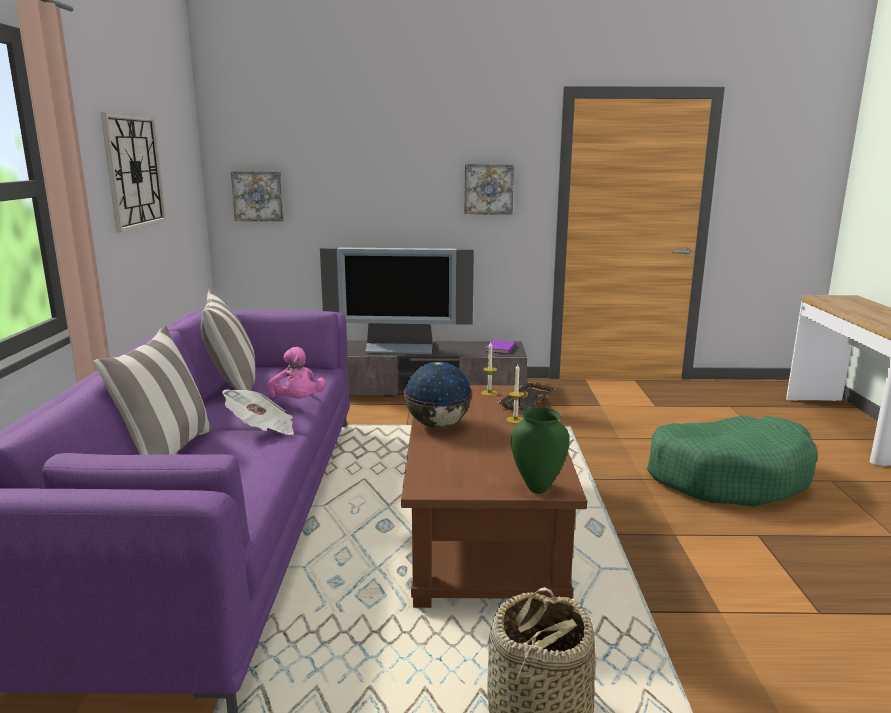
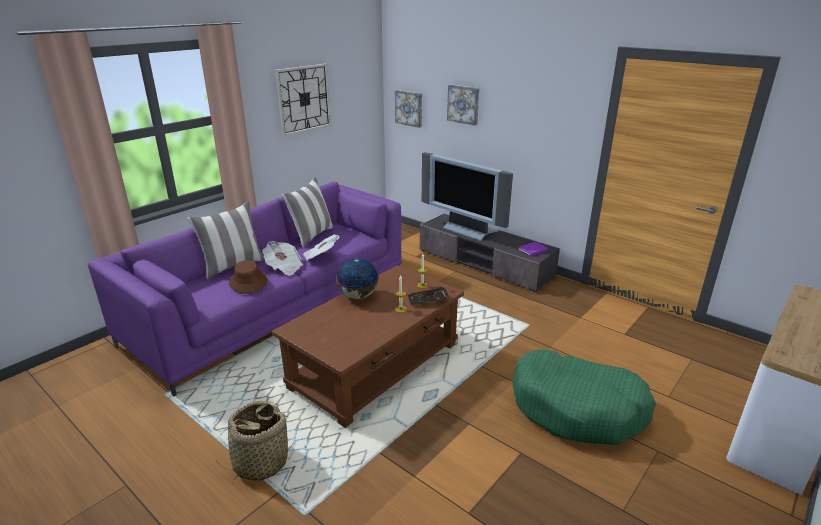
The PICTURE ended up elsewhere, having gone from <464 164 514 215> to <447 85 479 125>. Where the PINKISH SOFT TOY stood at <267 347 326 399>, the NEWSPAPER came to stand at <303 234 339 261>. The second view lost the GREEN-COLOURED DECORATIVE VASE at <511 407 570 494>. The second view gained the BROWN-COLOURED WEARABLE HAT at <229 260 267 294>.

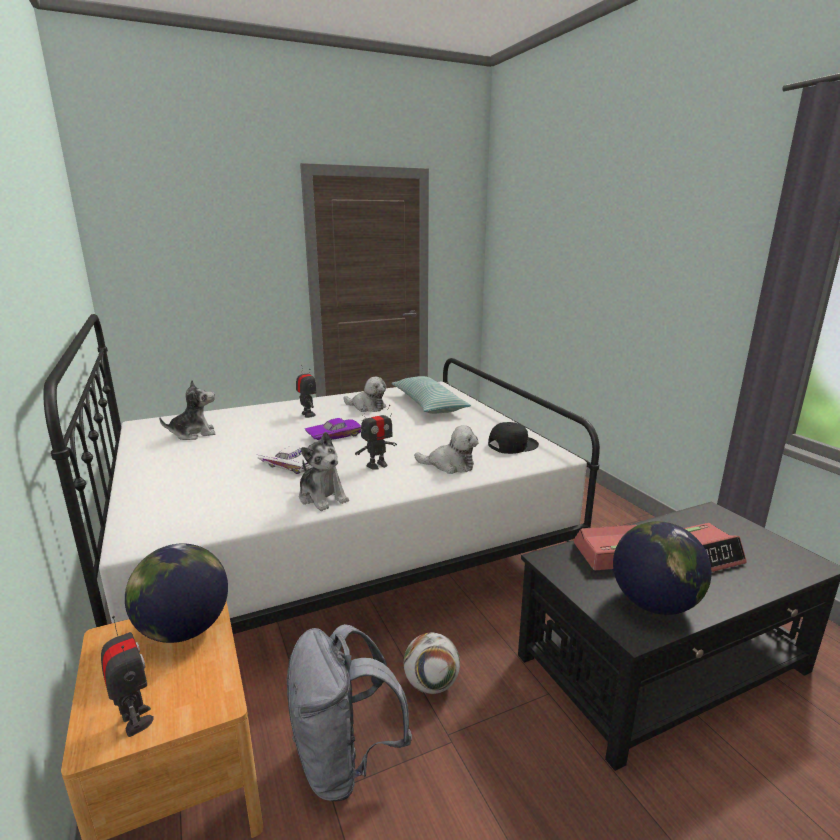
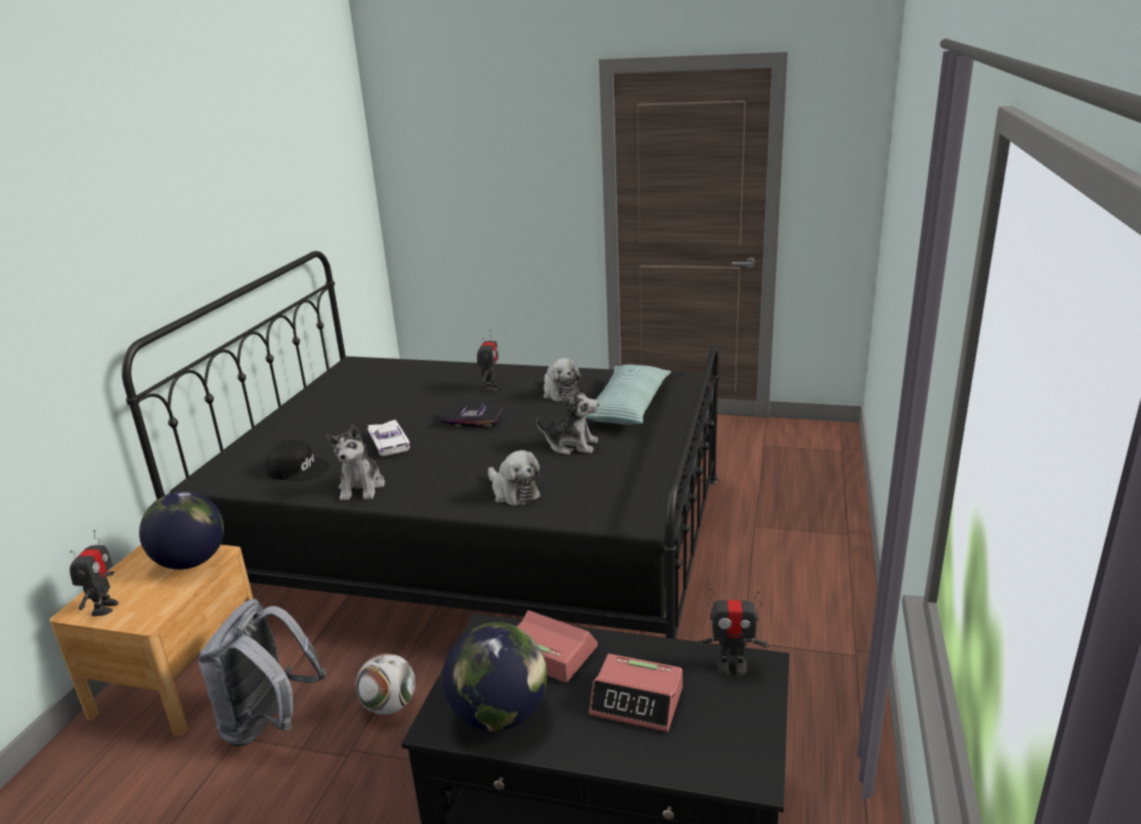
What was the WHITISH BEDROOM BED at <43 314 600 634> turned into the BLACKISH BEDROOM BED at <122 251 719 639>. The SOFT TOY ended up elsewhere, having gone from <159 380 215 440> to <536 381 599 455>. The MODEL ROBOT ended up elsewhere, having gone from <355 405 397 470> to <697 588 769 676>. What was the PURPLISH MINIATURE CAR at <304 418 361 440> turned into the BLACKISH MINIATURE CAR at <439 402 503 428>. The BLACKISH PEAKED CAP ended up elsewhere, having gone from <488 422 539 454> to <266 439 330 481>.

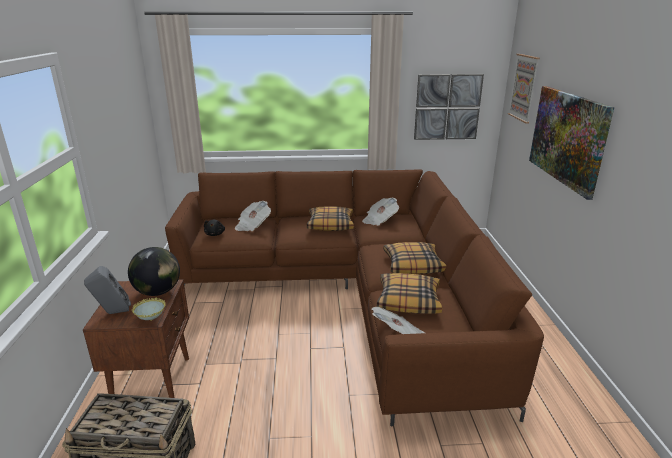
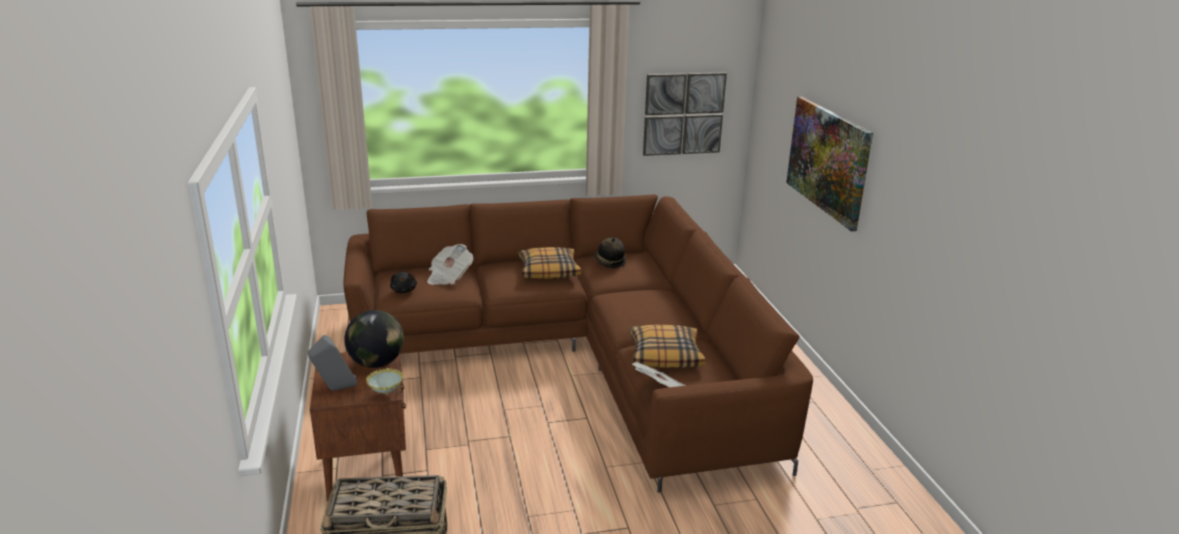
The second view lost the PICTURE at <508 54 540 123>. Where the NEWSPAPER stood at <362 198 399 226>, the WEARABLE HAT came to stand at <594 237 626 268>. The second view lost the PILLOW at <383 242 446 274>.

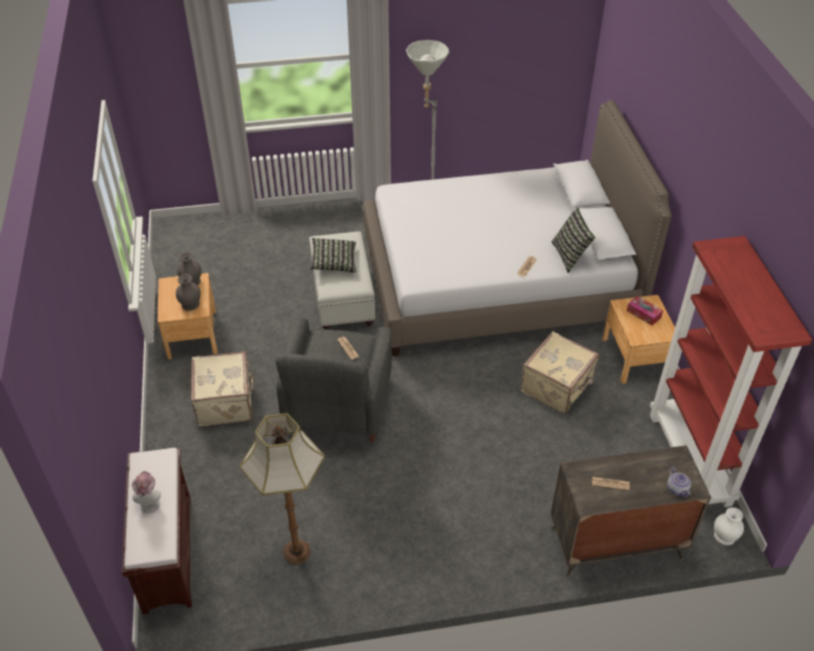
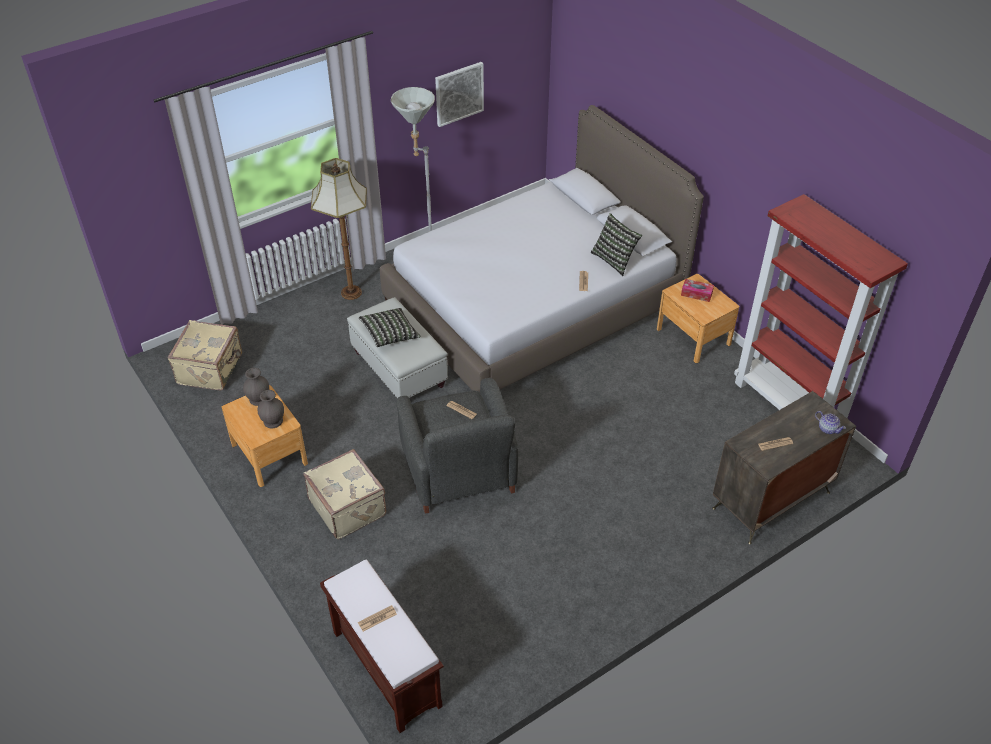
The BEIGE PIECE OF LUGGAGE ended up elsewhere, having gone from <521 331 599 413> to <168 320 242 391>. The STANDARD LAMP ended up elsewhere, having gone from <240 413 325 564> to <311 158 367 300>. Where the WEARABLE HAT stood at <132 471 161 513>, the NEWSPAPER came to stand at <358 605 397 632>. The second view lost the WHITISH DECORATIVE VASE at <714 507 744 545>. The second view gained the PICTURE at <435 62 484 127>.

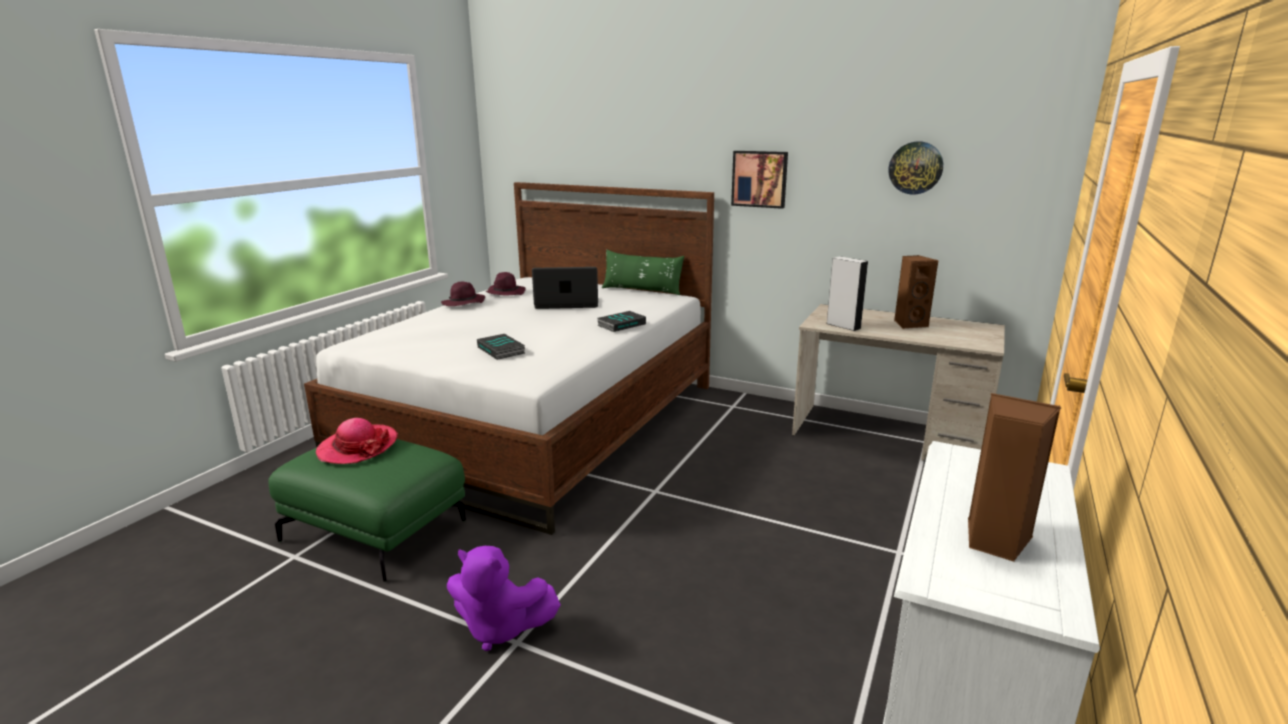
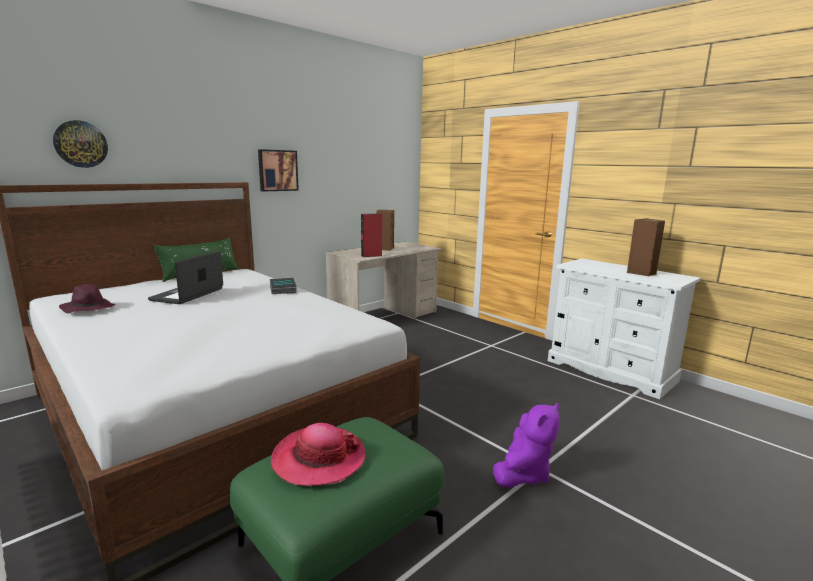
The CLOCK ON THE WALL ended up elsewhere, having gone from <889 141 943 195> to <53 120 108 168>. What was the GRAY SPEAKER at <827 256 868 331> turned into the REDDISH SPEAKER at <361 214 382 257>. The second view lost the PURPLISH WEARABLE HAT at <441 281 485 306>. The second view lost the BOUND BOOK at <477 334 525 360>.

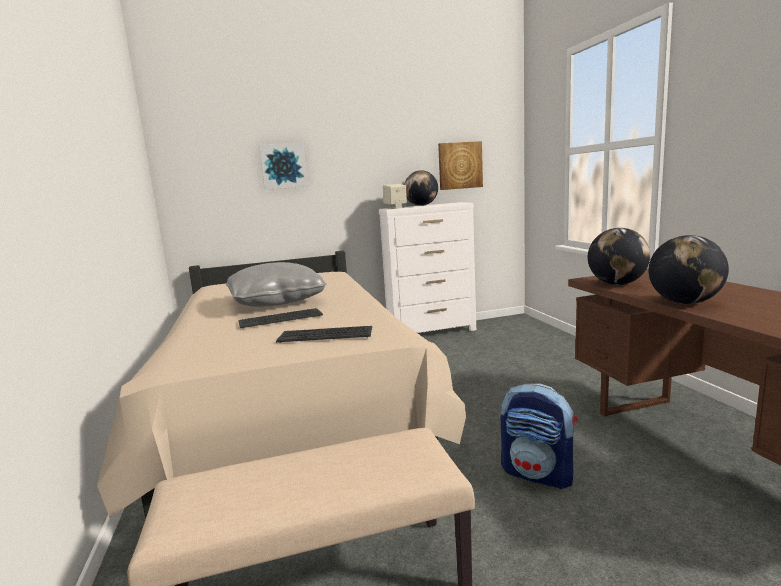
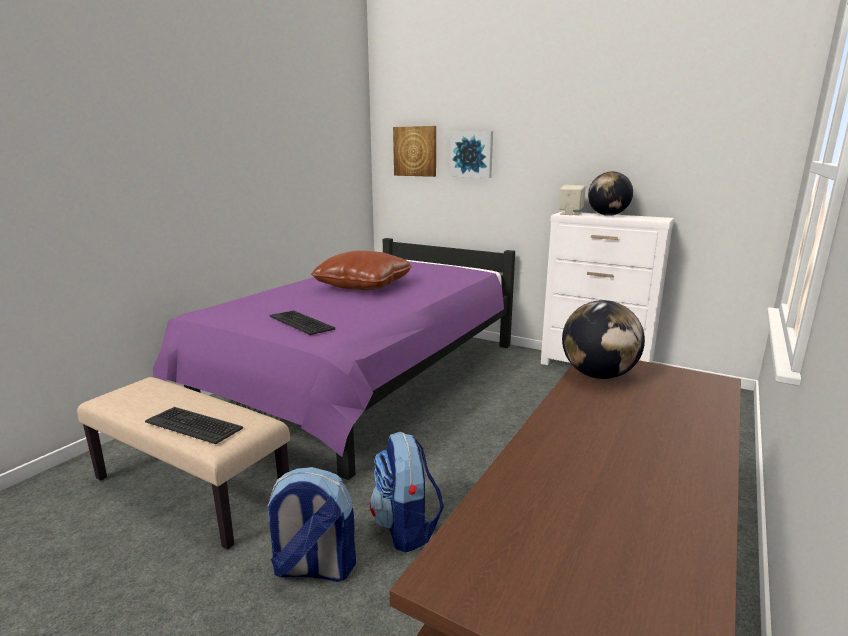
The PICTURE ended up elsewhere, having gone from <438 141 483 190> to <393 126 436 177>. The second view lost the WORLD GLOBE at <648 235 729 304>. What was the BEIGE BEDROOM BED at <97 251 466 518> turned into the PURPLISH BEDROOM BED at <153 238 515 480>. What was the GRAY PILLOW at <226 262 326 307> turned into the BROWN-COLOURED PILLOW at <311 250 412 290>. The COMPUTER KEYBOARD ended up elsewhere, having gone from <238 308 323 328> to <145 407 243 444>. The second view gained the BACKPACK at <265 467 356 582>.

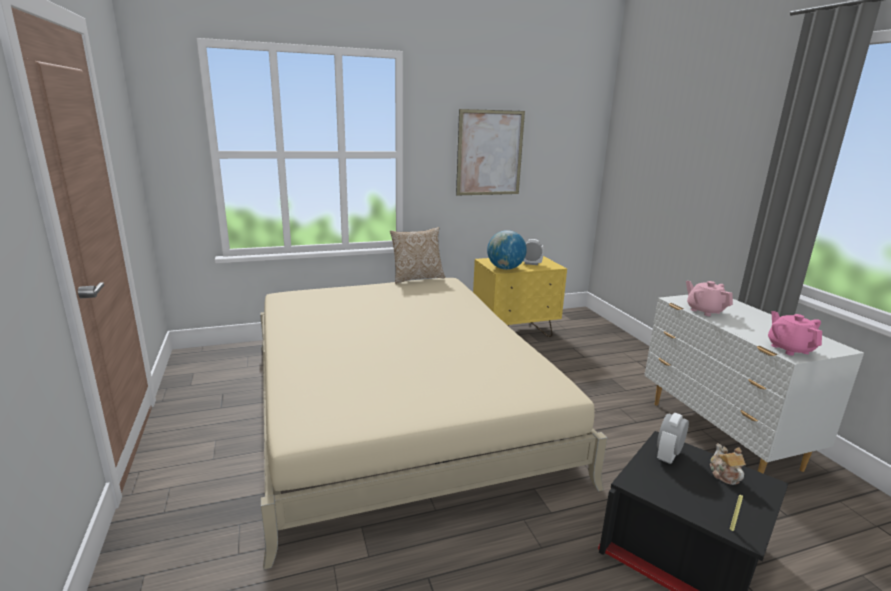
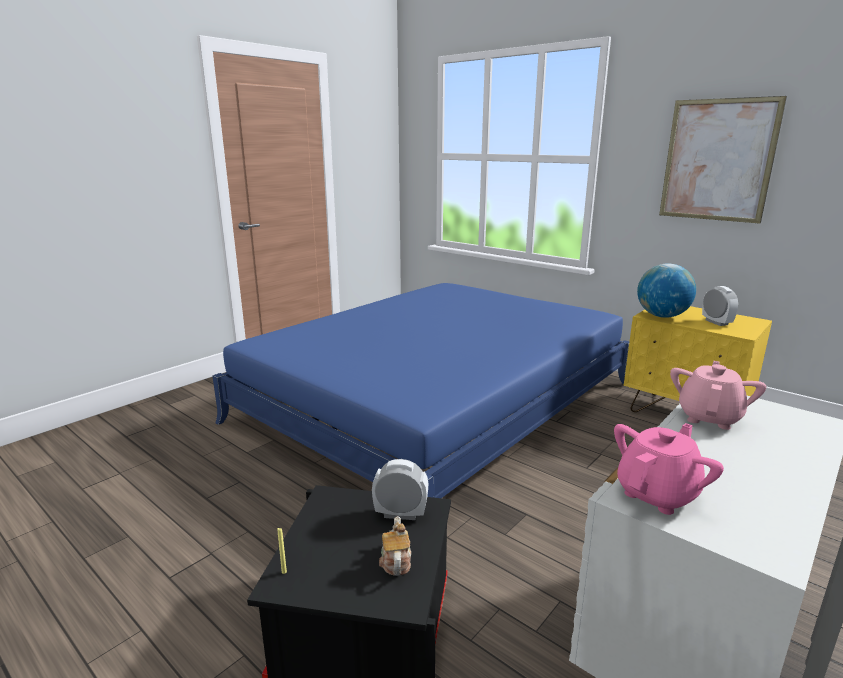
The second view lost the PILLOW at <390 227 445 284>. What was the BEIGE BEDROOM BED at <260 278 607 570> turned into the BLUISH BEDROOM BED at <212 283 629 498>. The TEA POT at <710 444 746 485> ended up facing another way, 60 degrees counterclockwise from before.

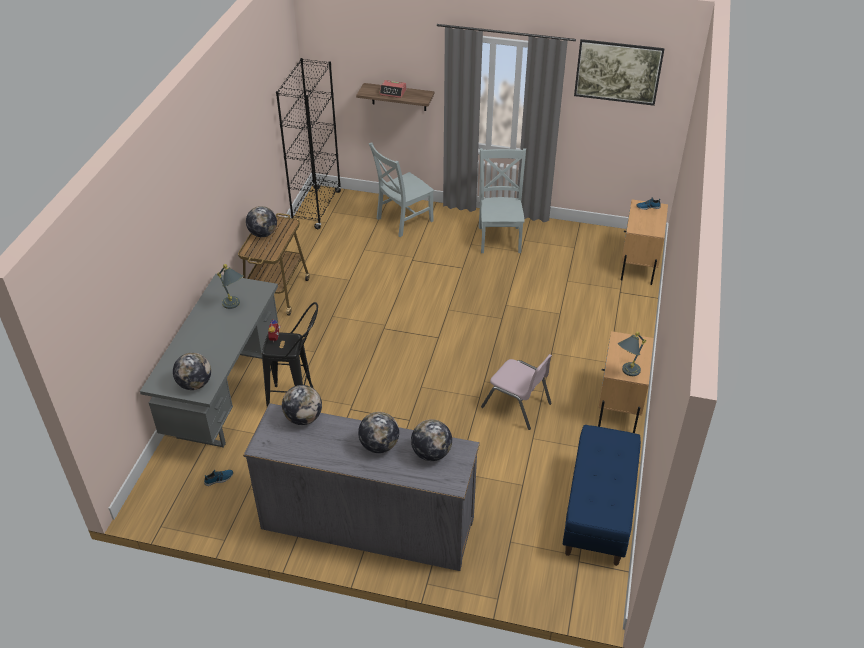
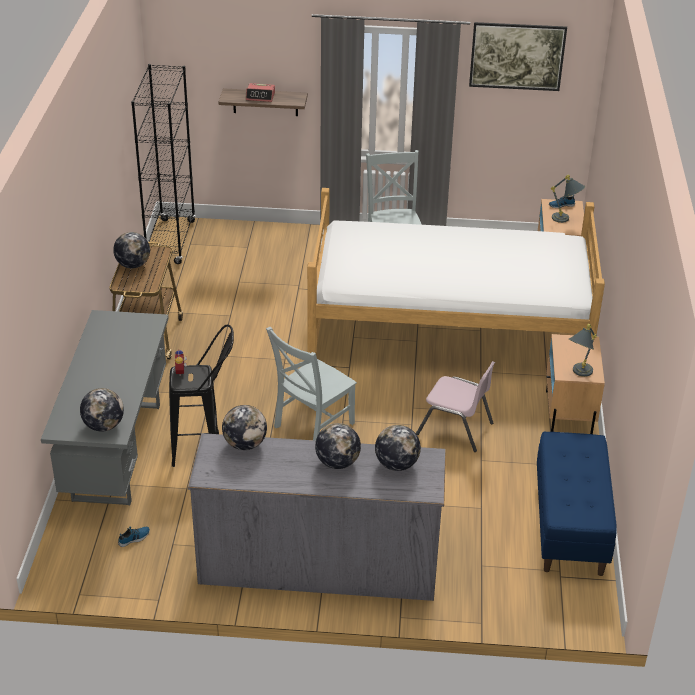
The GRAY PLAIN CHAIR ended up elsewhere, having gone from <369 142 434 237> to <266 327 357 441>. The GRAY TABLE LAMP ended up elsewhere, having gone from <217 264 244 309> to <551 175 586 223>. The second view gained the BEDROOM BED at <307 188 605 356>.

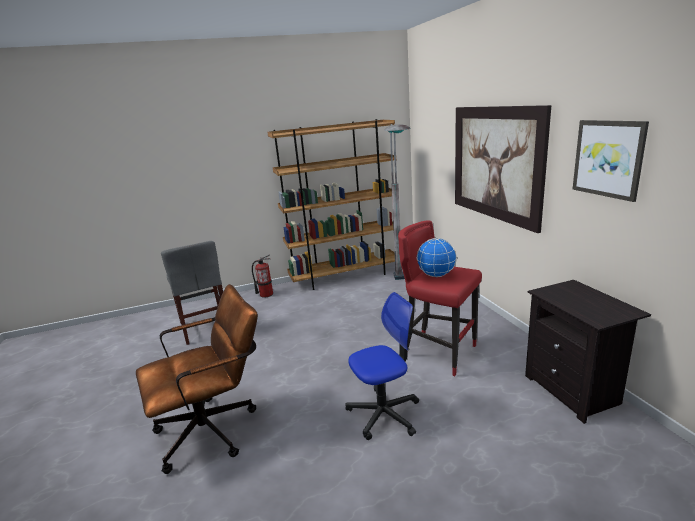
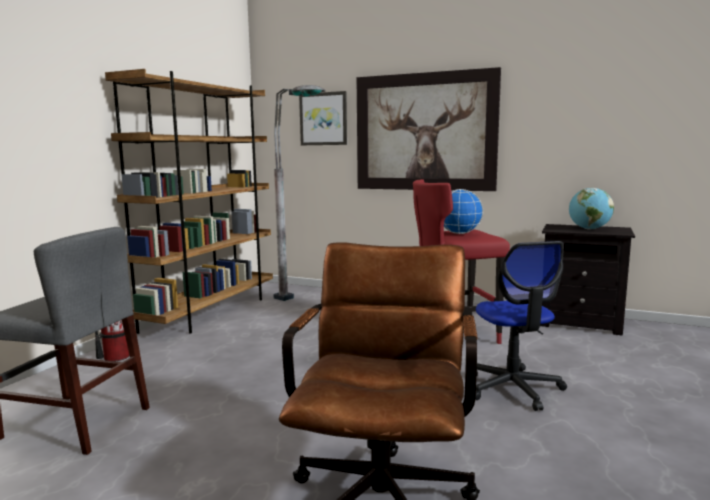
The PICTURE ended up elsewhere, having gone from <573 120 649 202> to <299 91 347 145>. The COMPUTER CHAIR at <345 292 419 440> ended up facing another way, 150 degrees clockwise from before. The second view gained the WORLD GLOBE at <569 188 614 229>.

